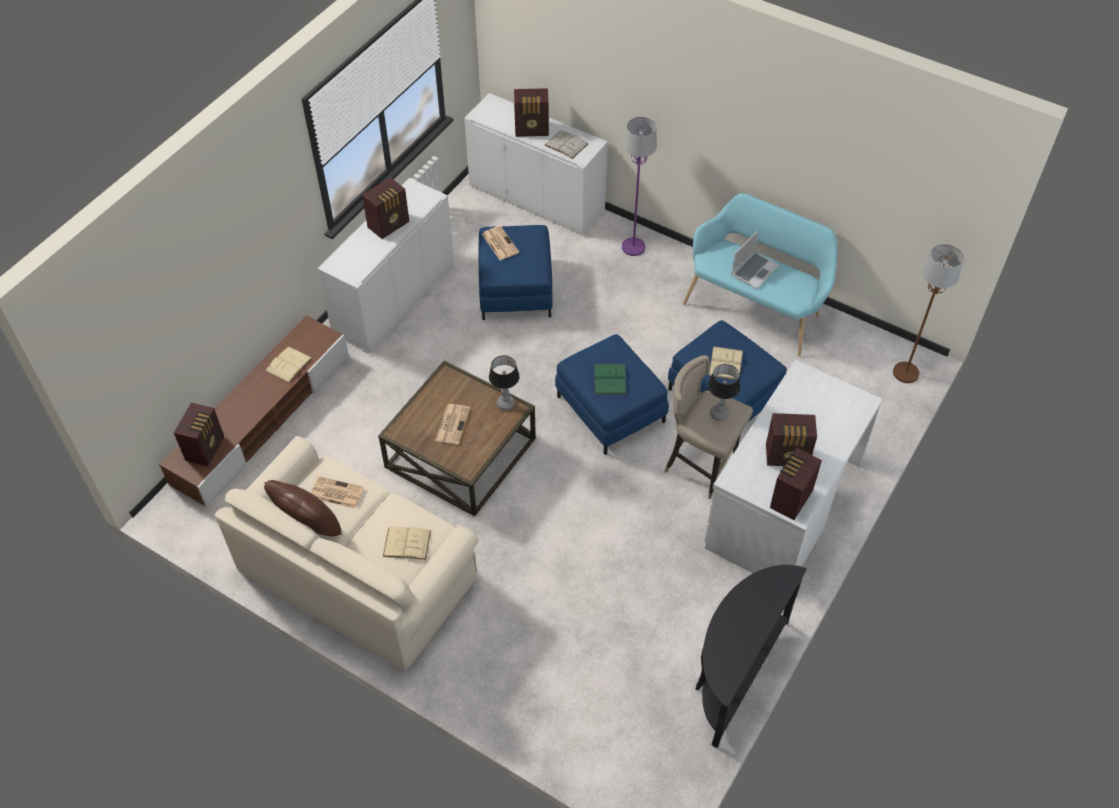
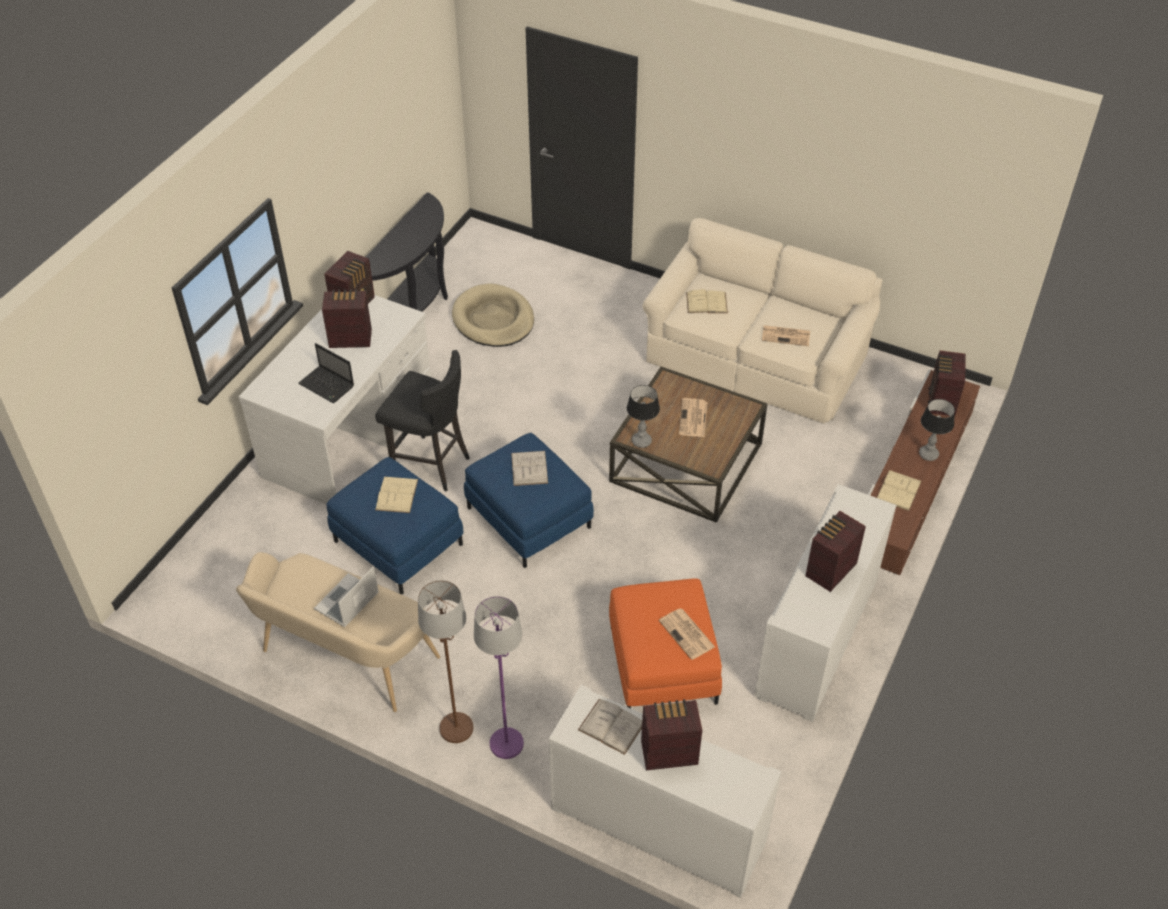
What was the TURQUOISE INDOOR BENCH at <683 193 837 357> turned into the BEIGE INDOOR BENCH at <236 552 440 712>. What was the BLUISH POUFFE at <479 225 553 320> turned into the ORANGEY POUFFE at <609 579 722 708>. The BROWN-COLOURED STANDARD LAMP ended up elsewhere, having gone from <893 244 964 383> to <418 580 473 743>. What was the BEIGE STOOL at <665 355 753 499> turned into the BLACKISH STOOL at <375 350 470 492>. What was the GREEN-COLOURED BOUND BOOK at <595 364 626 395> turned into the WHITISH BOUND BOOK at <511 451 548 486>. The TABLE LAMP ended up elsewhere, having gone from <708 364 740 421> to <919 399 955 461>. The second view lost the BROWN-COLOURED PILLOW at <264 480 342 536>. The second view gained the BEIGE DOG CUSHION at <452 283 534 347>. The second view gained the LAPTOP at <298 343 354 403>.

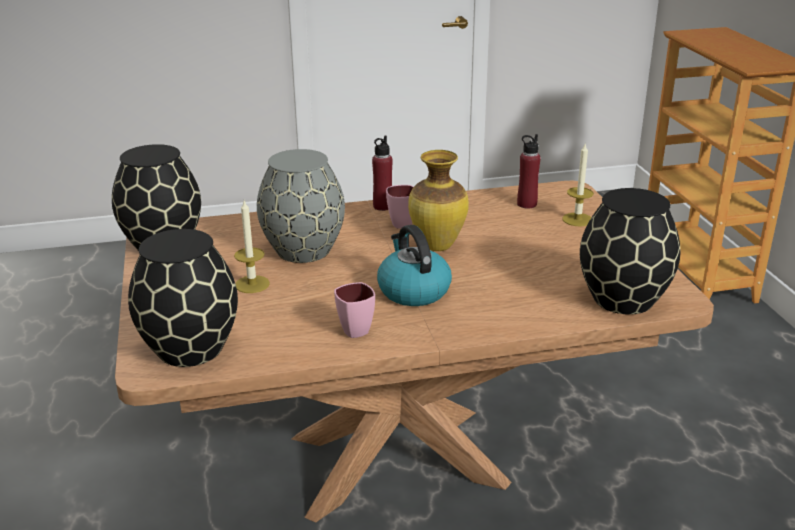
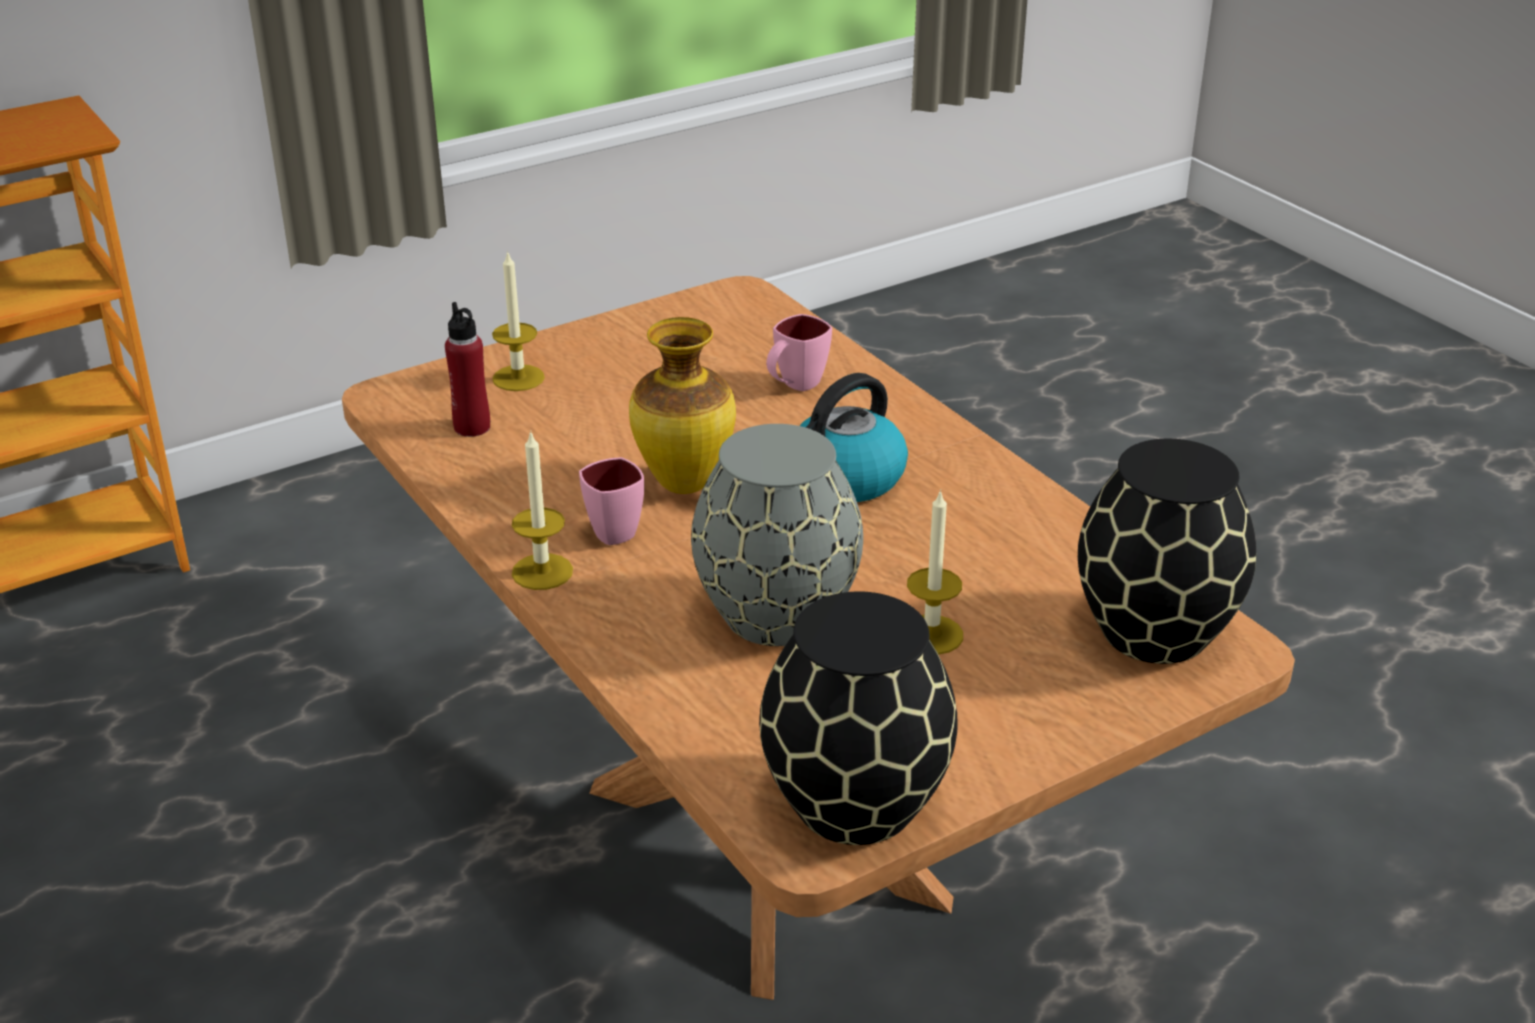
Where the REDDISH DRINK BOTTLE stood at <372 135 392 211>, the WAX LIGHT came to stand at <512 430 573 590>. The second view lost the BLACKISH DECORATIVE VASE at <580 188 681 315>. The PINKISH TEA MUG ended up elsewhere, having gone from <334 282 375 338> to <766 314 832 391>.

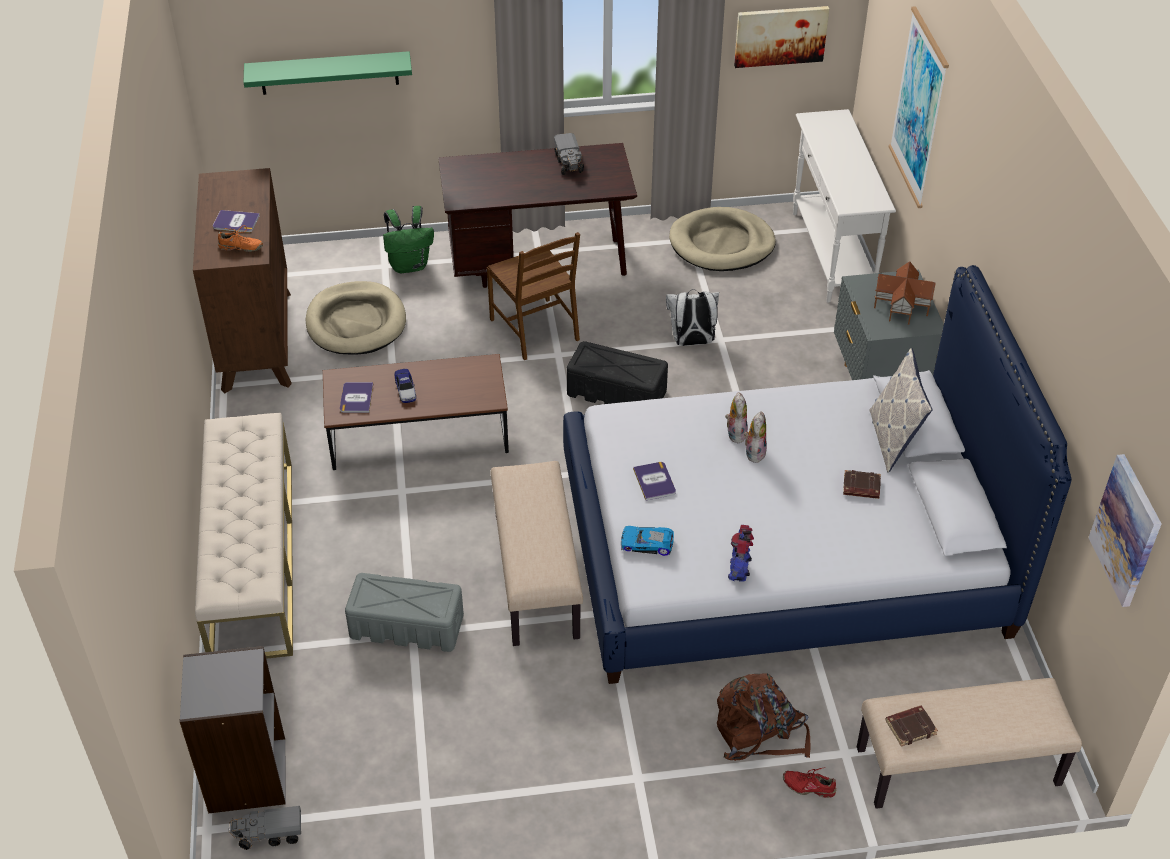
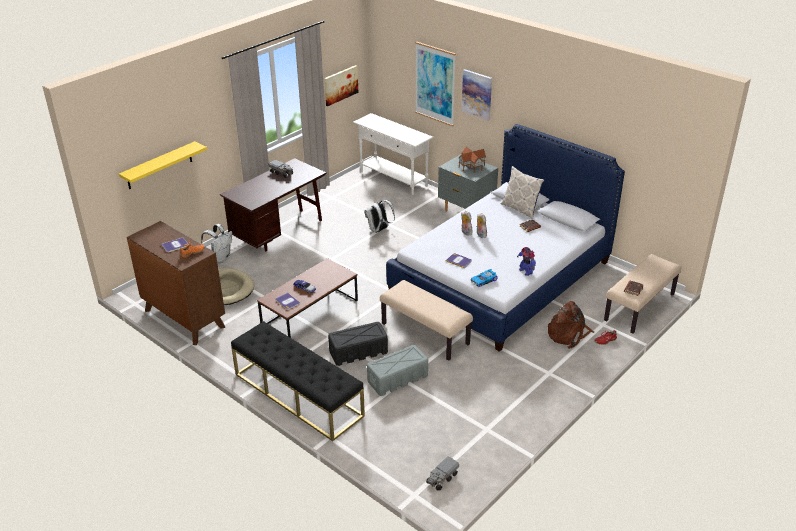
What was the GREEN-COLOURED SHELF at <243 51 412 95> turned into the YELLOWISH SHELF at <119 141 207 189>. What was the GREEN-COLOURED BACKPACK at <383 206 434 274> turned into the WHITISH BACKPACK at <201 224 232 263>. The second view lost the BEIGE DOG CUSHION at <669 207 776 271>. The second view lost the BROWN-COLOURED PLAIN CHAIR at <487 232 580 360>. The BLACKISH STORAGE BOX ended up elsewhere, having gone from <567 341 668 404> to <328 322 388 366>. What was the BEIGE INDOOR BENCH at <195 412 293 659> turned into the BLACKISH INDOOR BENCH at <231 321 365 442>. The PICTURE ended up elsewhere, having gone from <1089 454 1162 607> to <462 69 492 121>. The second view lost the GRAY BOOKCASE at <180 646 285 814>.

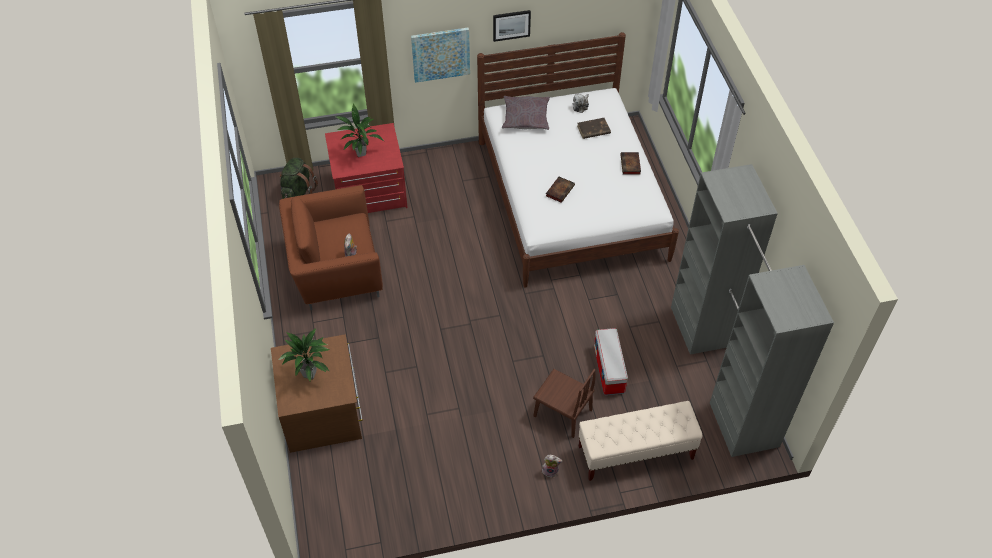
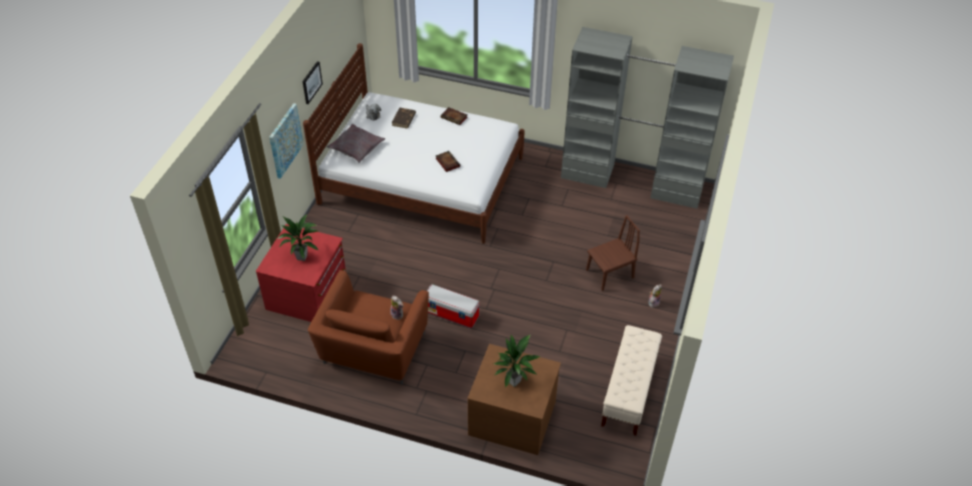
The second view lost the GREEN-COLOURED BACKPACK at <279 158 318 199>. The STORAGE BOX ended up elsewhere, having gone from <594 328 628 395> to <427 284 480 328>. The BEIGE INDOOR BENCH ended up elsewhere, having gone from <578 401 702 481> to <601 325 662 436>.

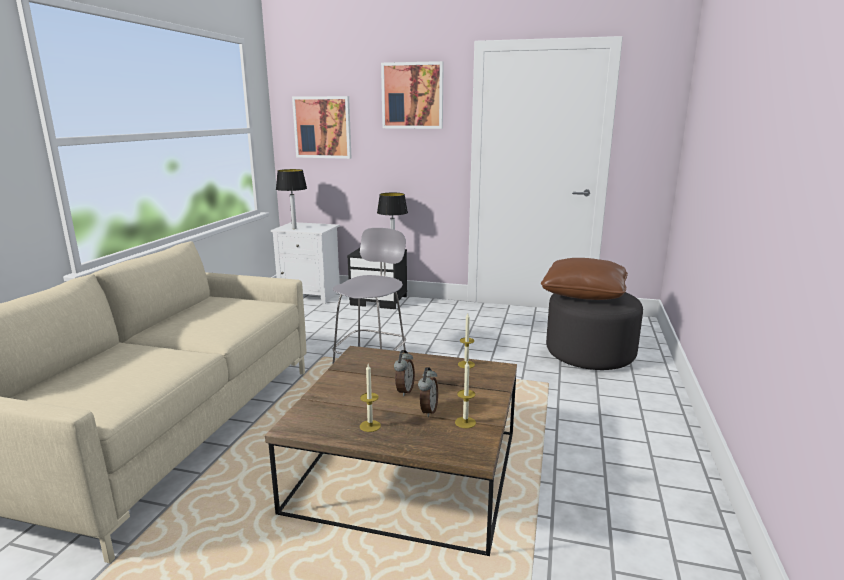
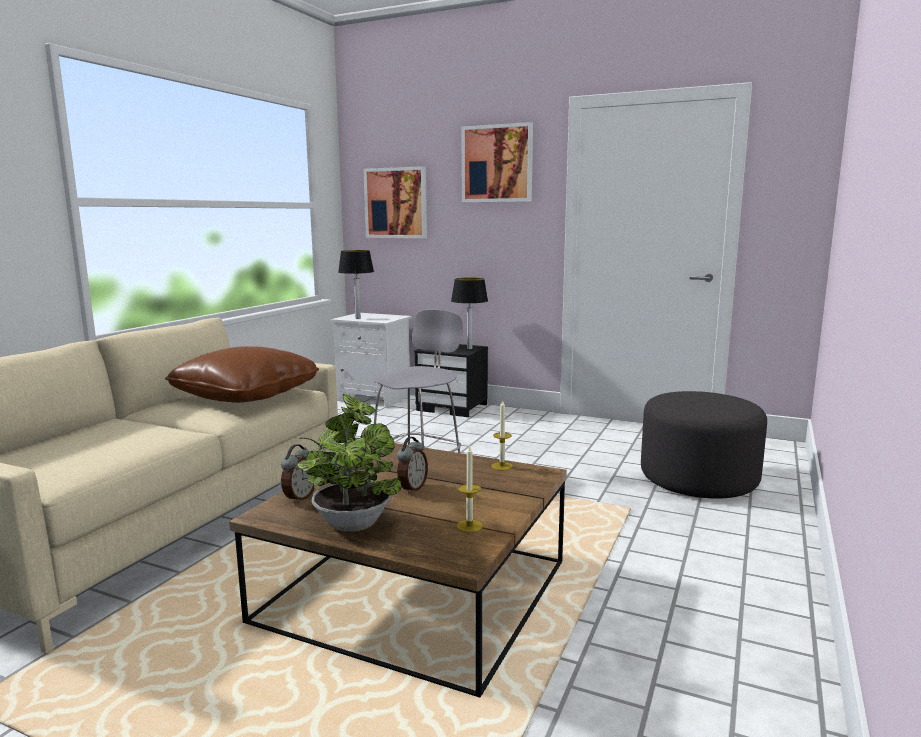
The BROWN-COLOURED PILLOW ended up elsewhere, having gone from <541 258 628 300> to <165 346 319 403>. Where the WAX LIGHT stood at <360 364 381 432>, the POTTED PLANT came to stand at <297 394 402 532>. The TABLE CLOCK ended up elsewhere, having gone from <418 367 438 417> to <281 444 314 504>.

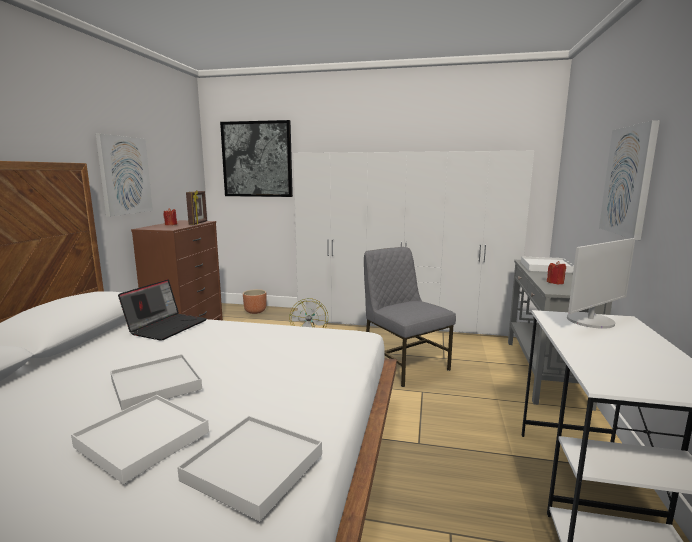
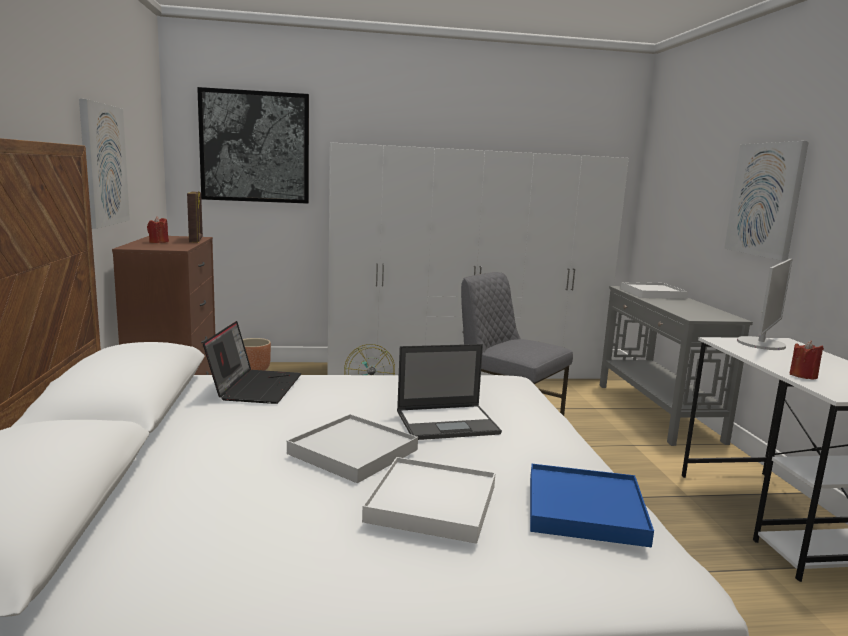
The REDDISH WAX LIGHT ended up elsewhere, having gone from <547 261 566 284> to <790 340 824 380>. What was the WHITISH SERVING TRAY at <177 416 322 521> turned into the BLUISH SERVING TRAY at <530 464 654 547>. The second view gained the LAPTOP at <397 344 502 440>.

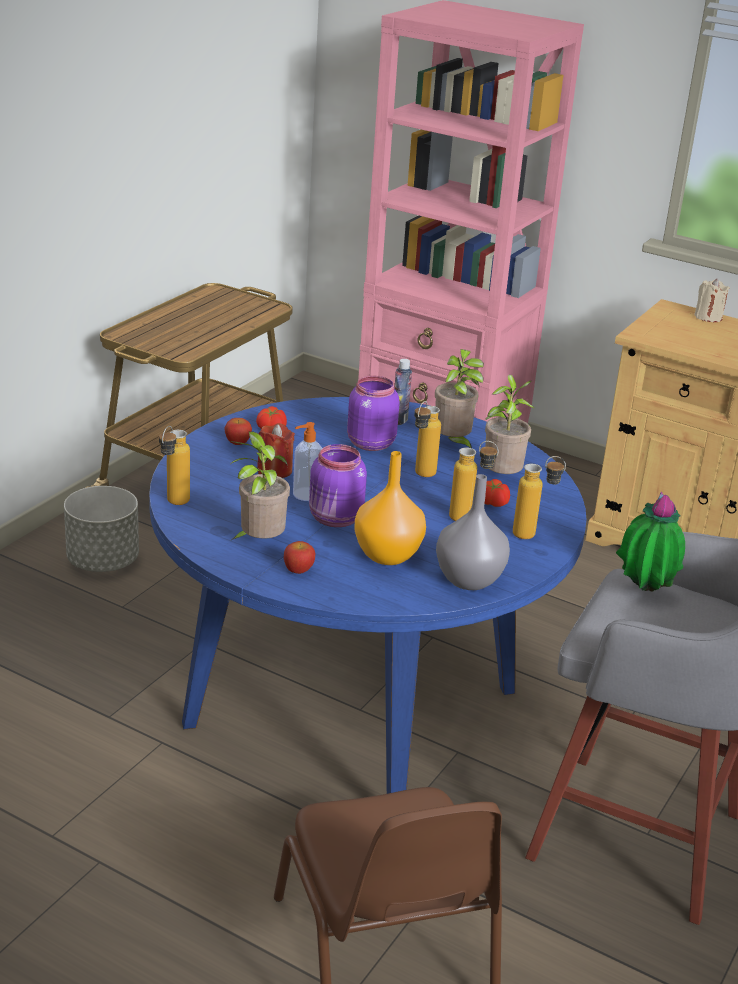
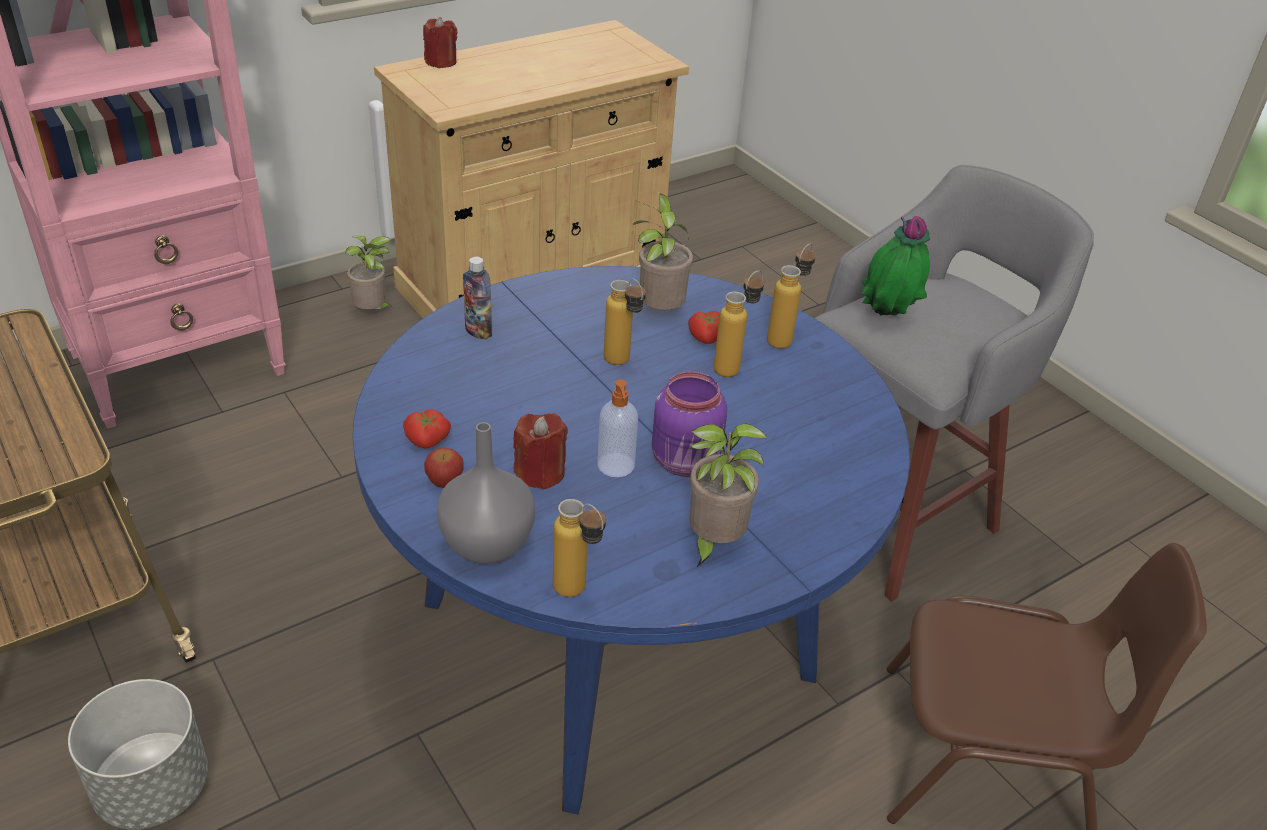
What was the BEIGE WAX LIGHT at <694 279 730 322> turned into the REDDISH WAX LIGHT at <423 17 457 68>. The POTTED PLANT ended up elsewhere, having gone from <435 349 484 448> to <346 236 393 310>. The second view lost the PURPLISH PRESERVE JAR at <347 376 400 451>. The second view lost the ORANGEY DECORATIVE VASE at <355 451 426 565>. The GRAY DECORATIVE VASE ended up elsewhere, having gone from <436 474 510 590> to <437 422 535 564>. The second view lost the APPLE at <284 541 315 574>.

